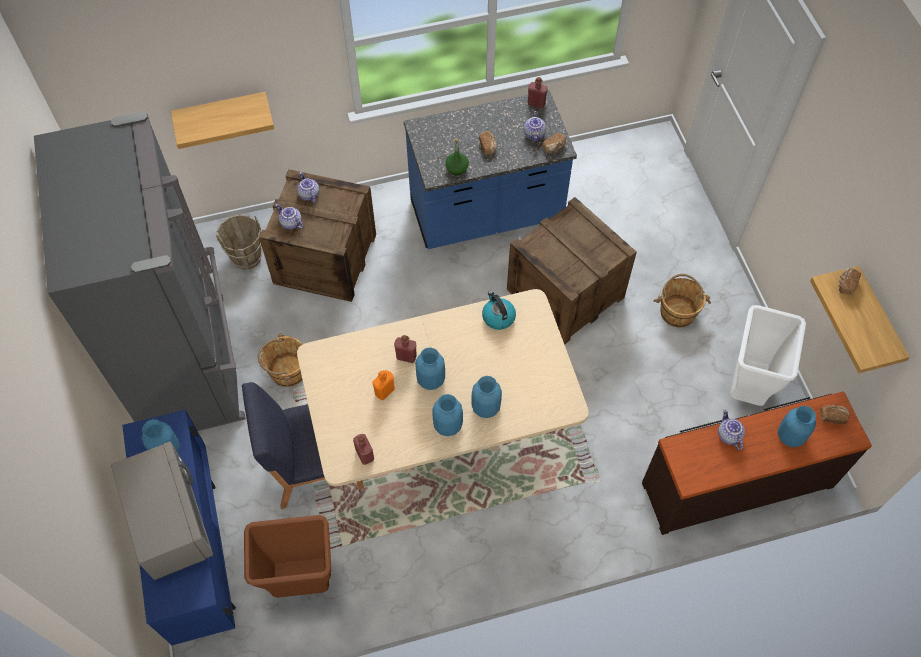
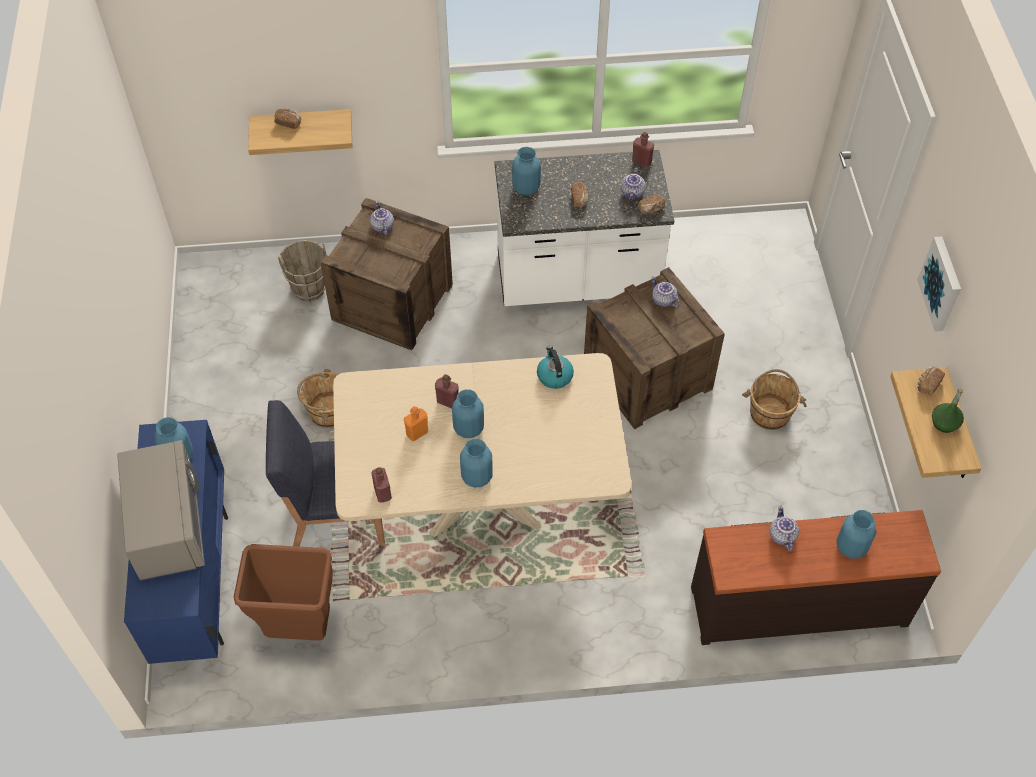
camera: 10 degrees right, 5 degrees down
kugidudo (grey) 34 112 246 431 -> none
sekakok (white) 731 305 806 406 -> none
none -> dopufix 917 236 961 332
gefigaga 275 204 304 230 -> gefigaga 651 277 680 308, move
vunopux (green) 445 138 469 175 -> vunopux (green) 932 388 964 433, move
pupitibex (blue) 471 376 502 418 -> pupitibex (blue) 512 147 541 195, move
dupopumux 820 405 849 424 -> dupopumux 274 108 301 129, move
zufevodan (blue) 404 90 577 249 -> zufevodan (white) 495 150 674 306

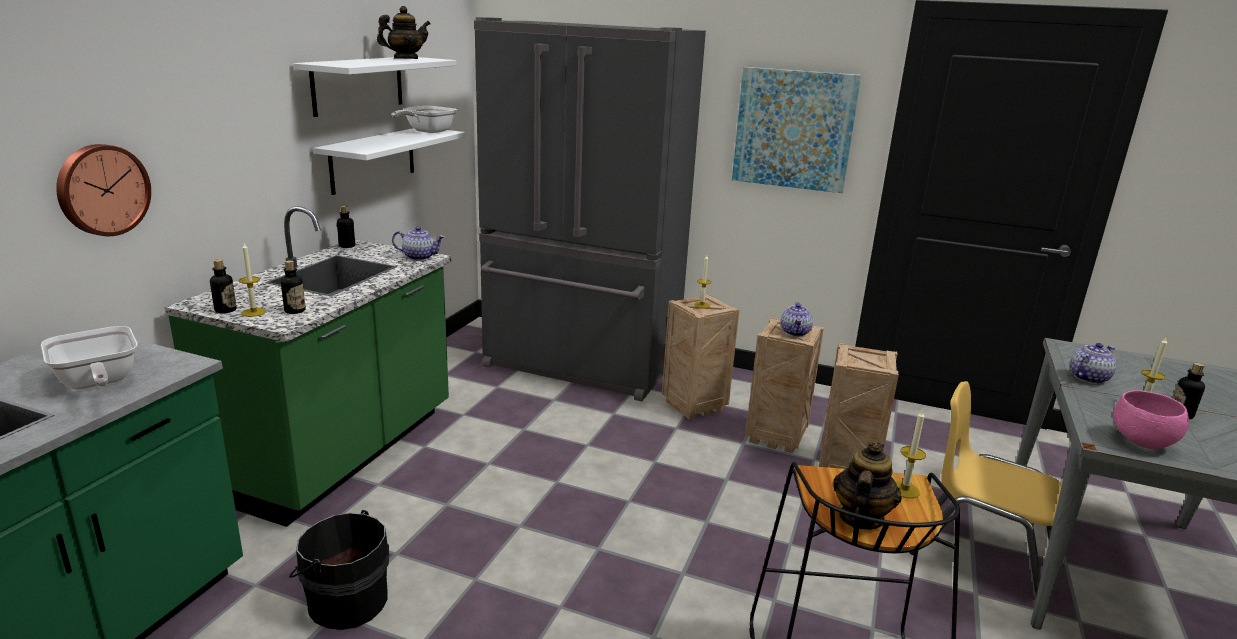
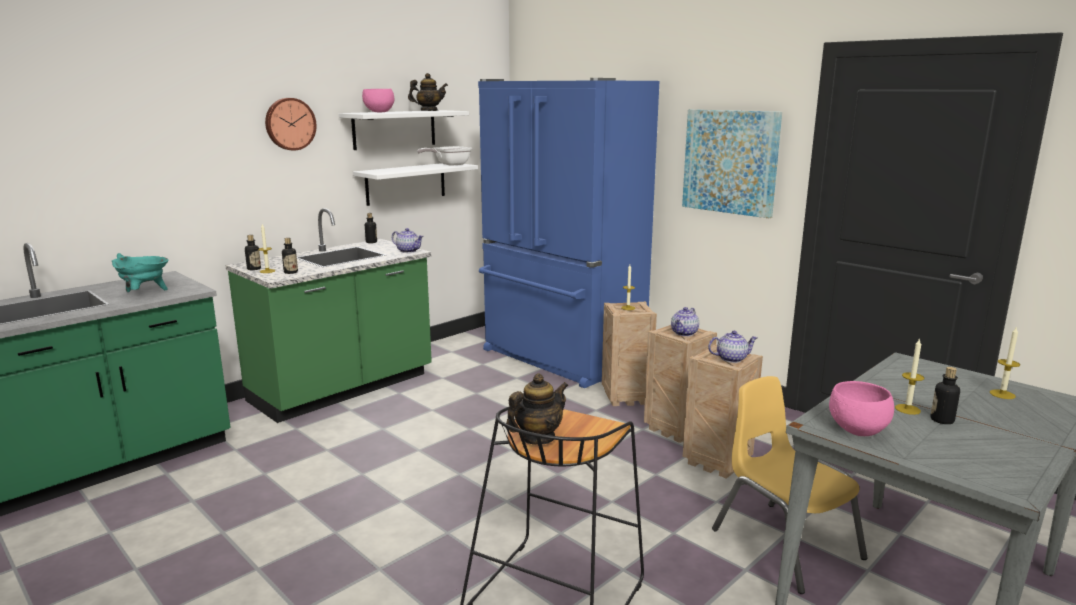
camera: 25 degrees right, 5 degrees down
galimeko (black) 289 510 389 630 -> none
none -> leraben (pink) 362 89 394 113
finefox 56 144 151 236 -> finefox 265 98 317 151, move
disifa 896 409 926 498 -> disifa 990 326 1020 399, move
gefigaga 1070 343 1116 384 -> gefigaga 708 331 758 363, move
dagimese 41 326 138 389 -> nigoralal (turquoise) 112 253 169 292
kugidudo (grey) 474 17 706 401 -> kugidudo (blue) 478 78 659 388

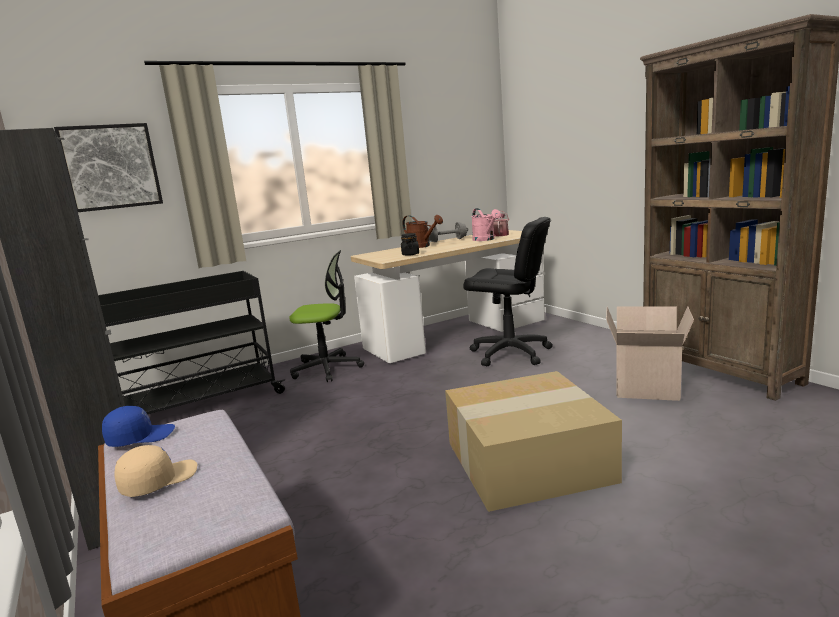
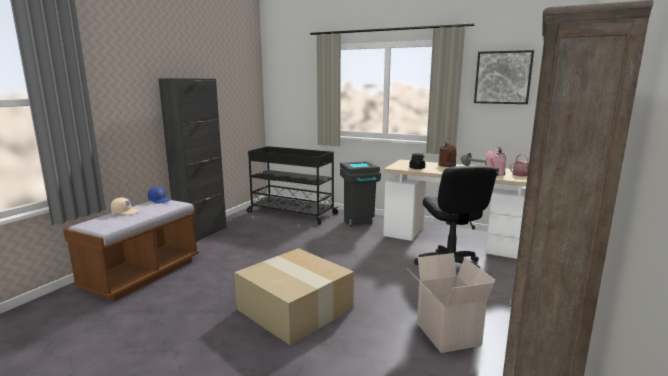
camera: 55 degrees right, 0 degrees up
dopufix 54 123 163 212 -> dopufix 474 50 534 104, move
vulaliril 289 250 364 382 -> sekakok (grey) 340 161 381 226

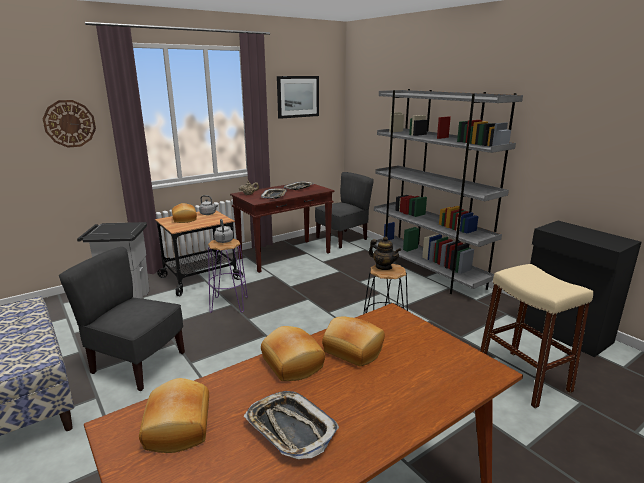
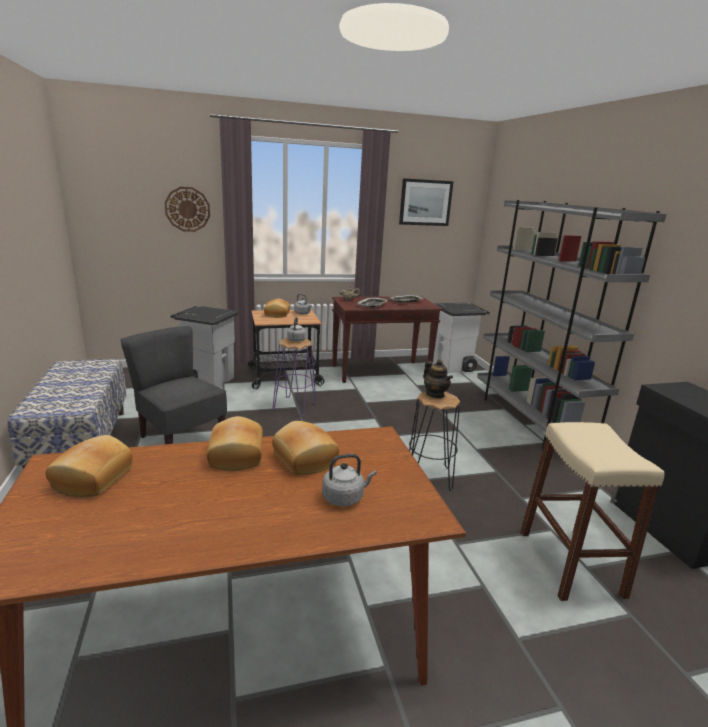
camera: 20 degrees right, 0 degrees up
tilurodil 244 391 339 459 -> none
none -> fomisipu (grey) 322 454 376 507
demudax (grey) 315 172 374 249 -> sekakok (white) 433 303 490 373

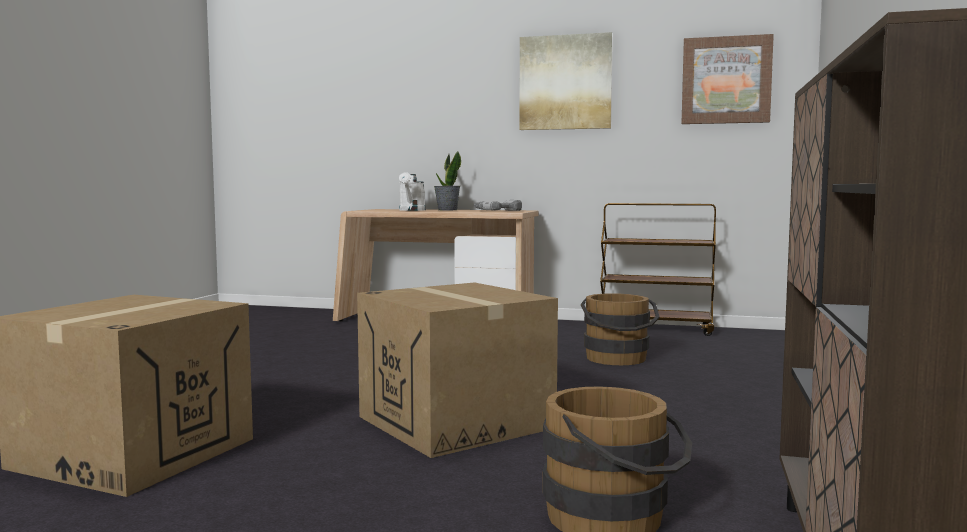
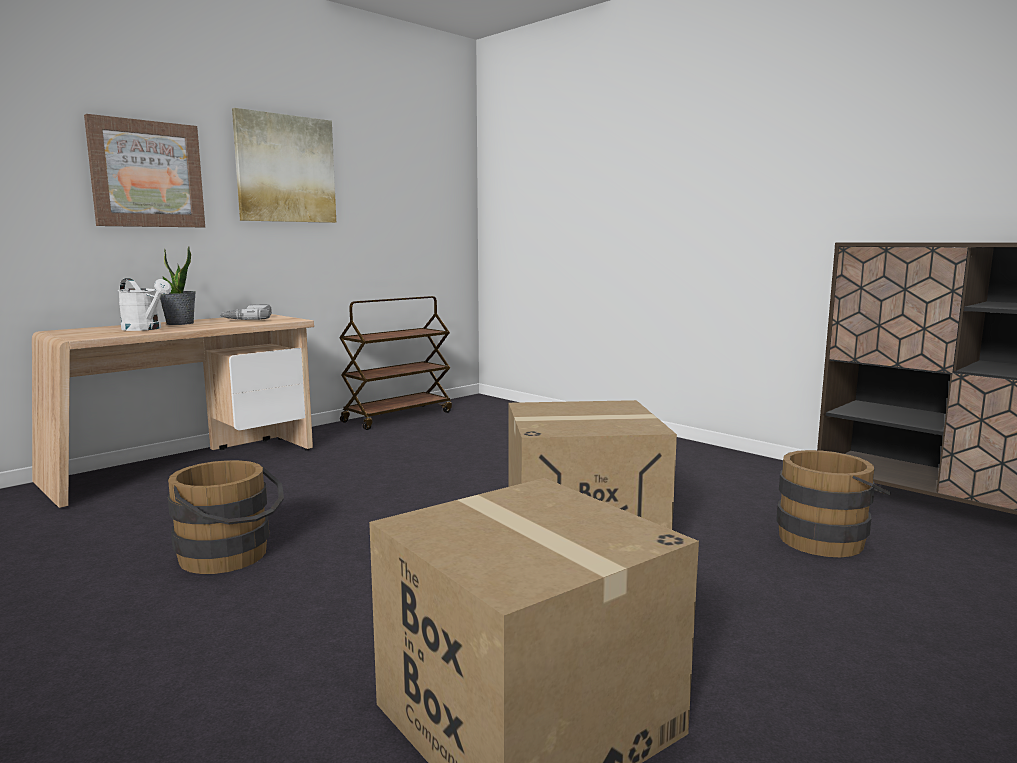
camera: 60 degrees left, 5 degrees up
galimeko (brown) 581 293 660 365 -> galimeko (brown) 168 460 284 574, move
dopufix 681 34 774 124 -> dopufix 84 114 205 227, move

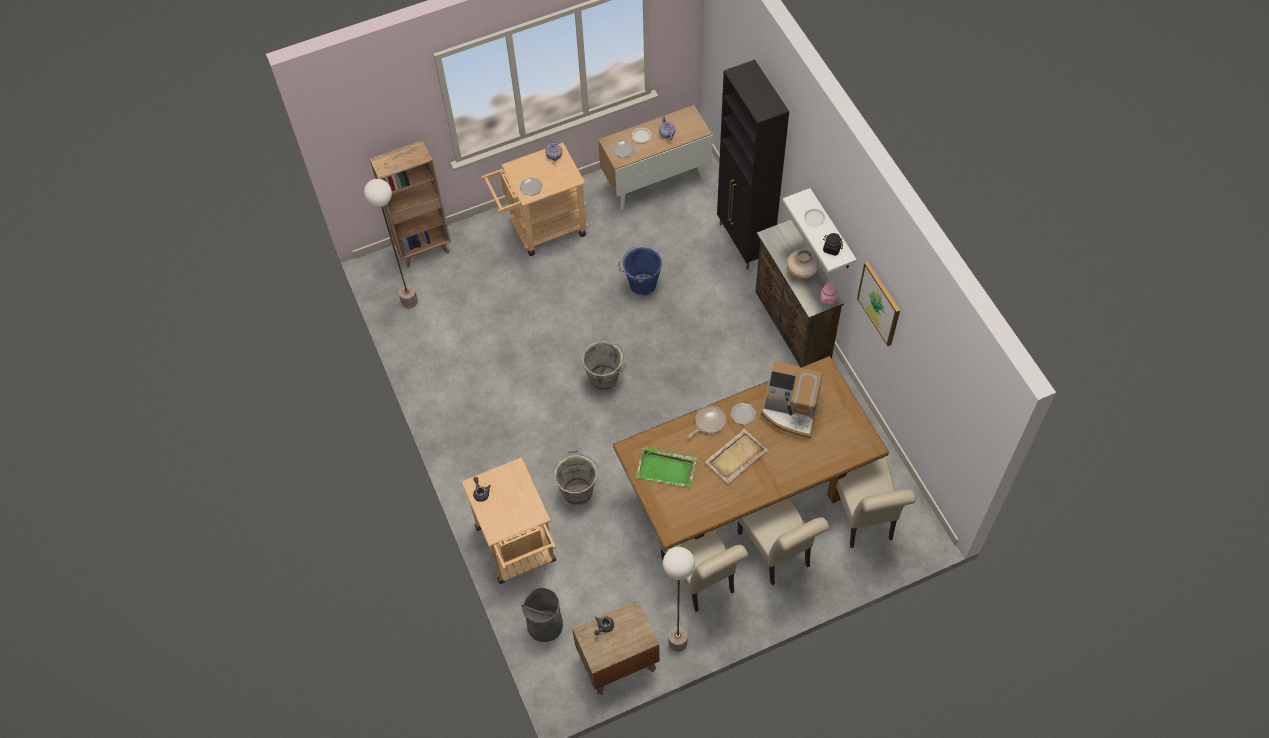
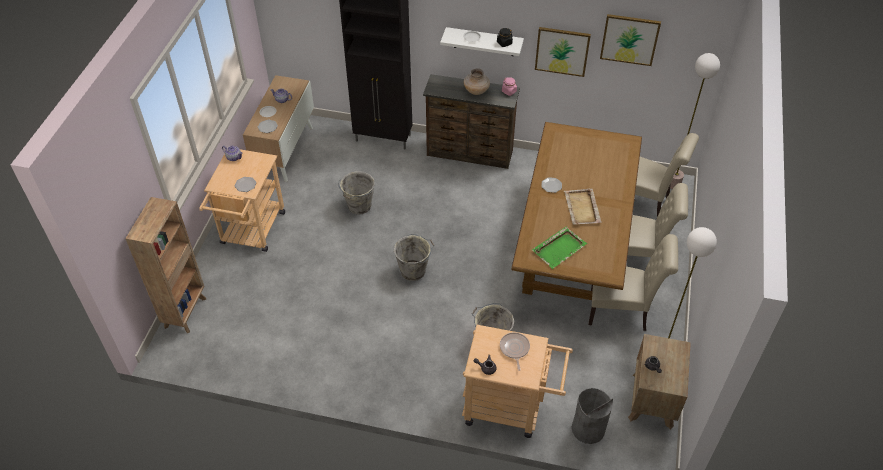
camera: 55 degrees left, 10 degrees down
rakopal 761 361 823 439 -> none
none -> dopufix 600 14 661 66
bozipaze 364 179 418 308 -> bozipaze 670 53 720 189, move
dagimese 688 406 726 438 -> dagimese 500 332 530 371, move
galimeko (blue) 618 247 662 295 -> galimeko (grey) 338 171 375 215

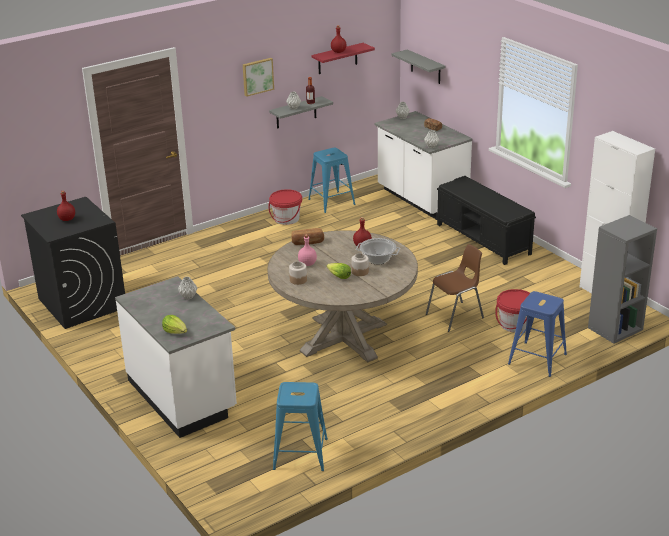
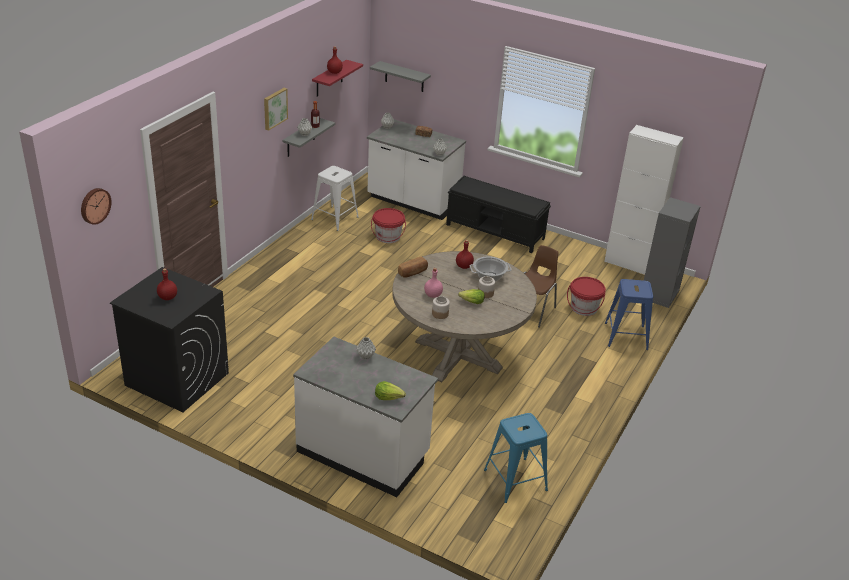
camera: 30 degrees left, 5 degrees up
none -> finefox 81 188 112 225
galimeko (red) 268 189 302 225 -> galimeko (red) 371 208 406 243, move
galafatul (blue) 308 148 355 213 -> galafatul (white) 311 166 359 231

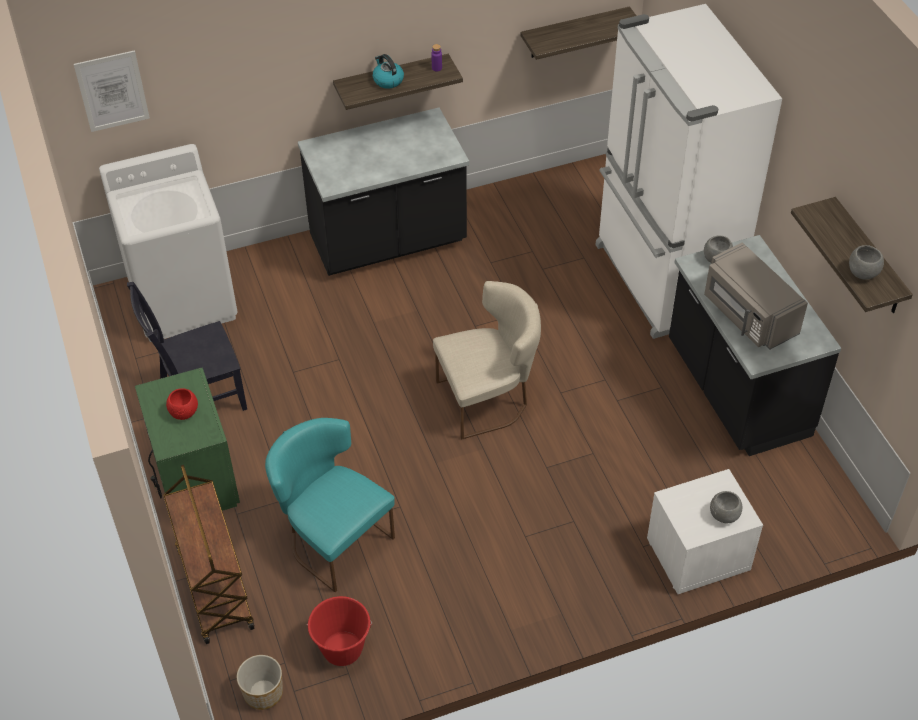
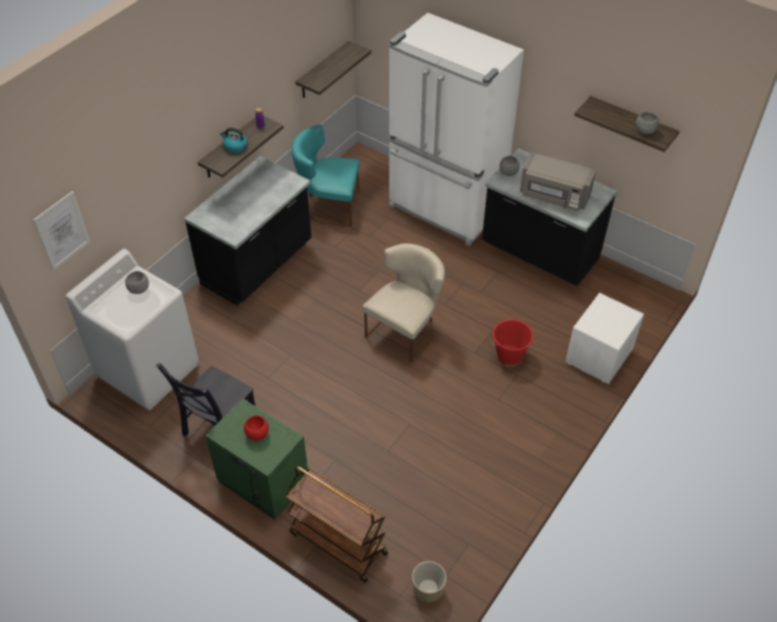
camera: 35 degrees left, 0 degrees up
demudax (turquoise) 265 418 395 592 -> demudax (turquoise) 292 125 360 226, move
galimeko (red) 307 596 372 666 -> galimeko (red) 492 319 533 365, move
leraben (grey) 710 491 742 523 -> leraben (grey) 125 271 149 294, move

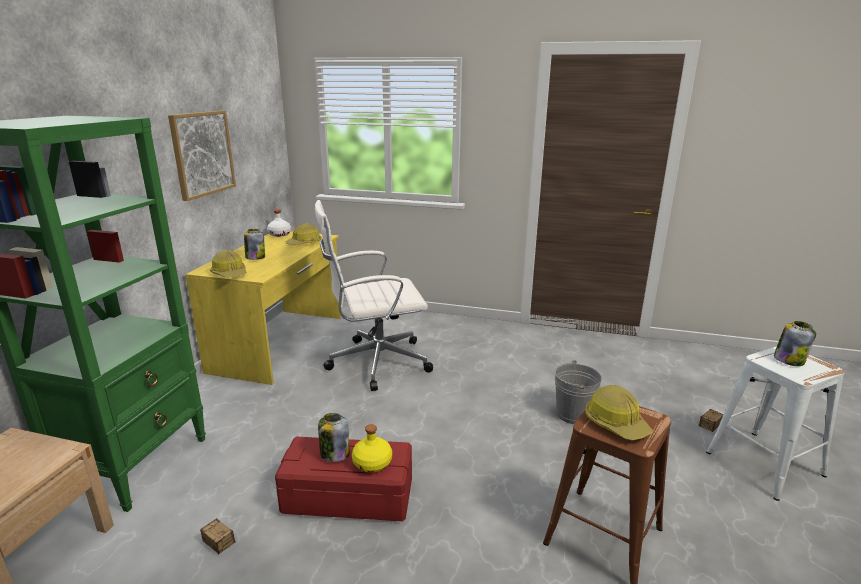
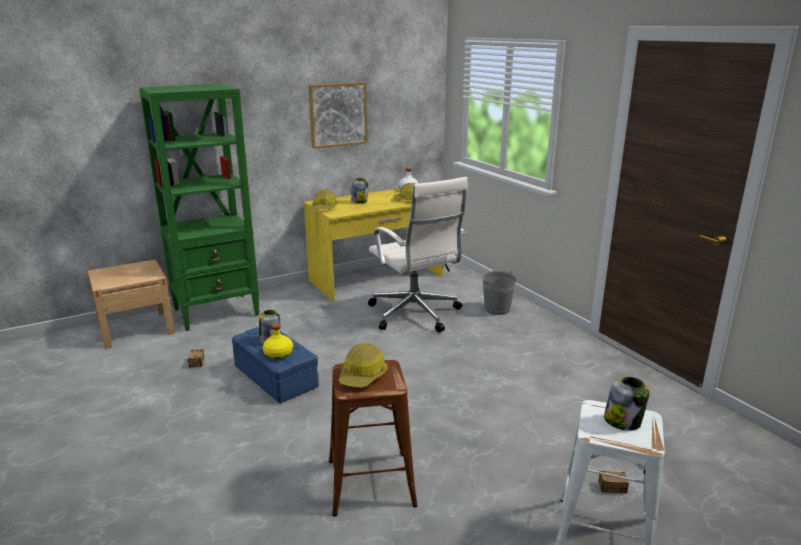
camera: 45 degrees right, 0 degrees up
galimeko (grey) 555 360 602 424 -> galimeko (grey) 482 271 516 315, move
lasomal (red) 275 437 412 521 -> lasomal (blue) 232 327 319 403
vulaliril (white) 315 200 433 391 -> vulaliril (white) 368 177 468 332, 150 degrees counterclockwise

